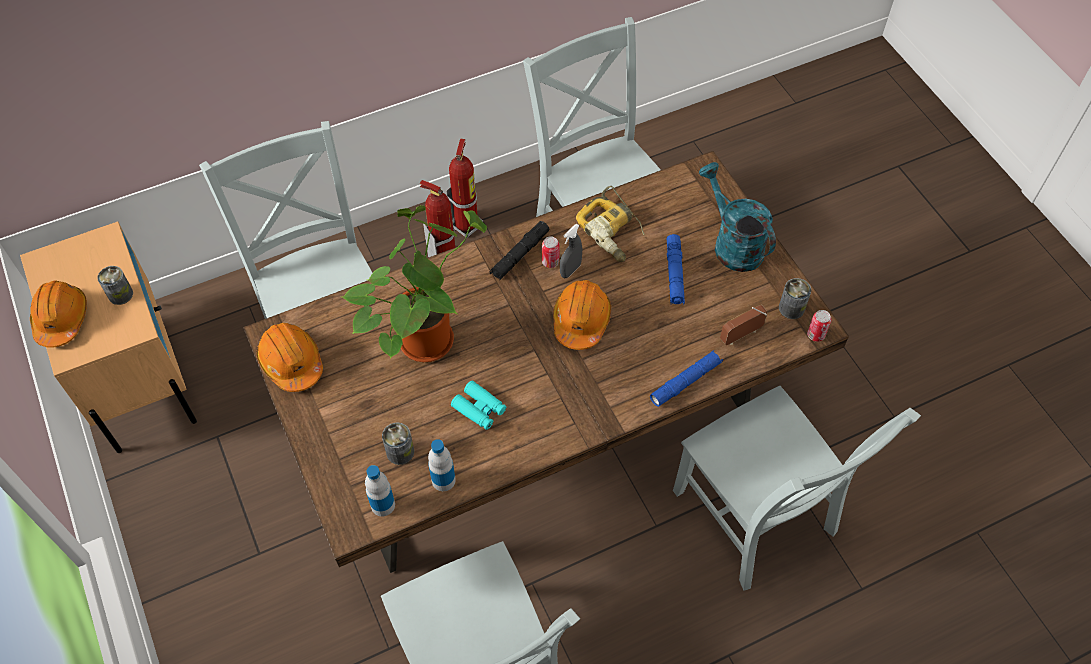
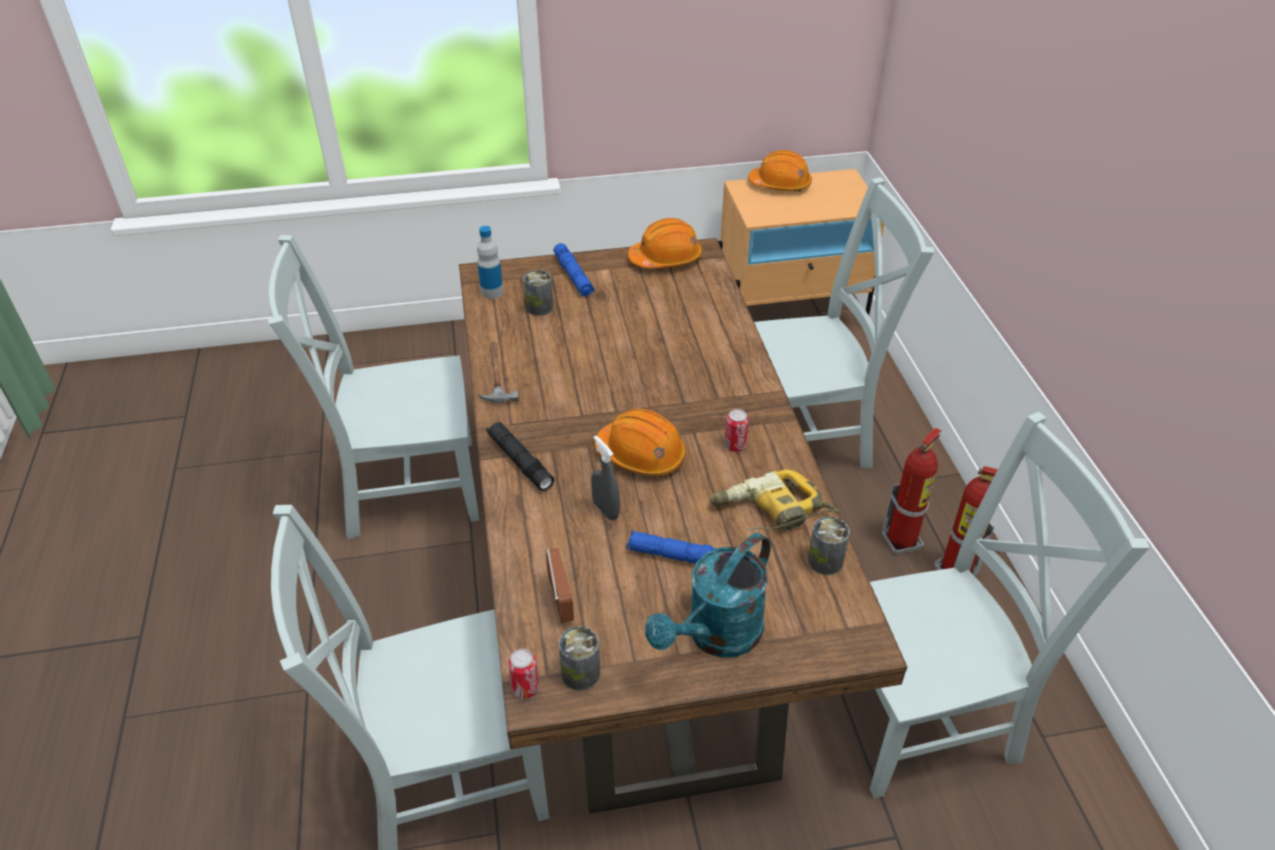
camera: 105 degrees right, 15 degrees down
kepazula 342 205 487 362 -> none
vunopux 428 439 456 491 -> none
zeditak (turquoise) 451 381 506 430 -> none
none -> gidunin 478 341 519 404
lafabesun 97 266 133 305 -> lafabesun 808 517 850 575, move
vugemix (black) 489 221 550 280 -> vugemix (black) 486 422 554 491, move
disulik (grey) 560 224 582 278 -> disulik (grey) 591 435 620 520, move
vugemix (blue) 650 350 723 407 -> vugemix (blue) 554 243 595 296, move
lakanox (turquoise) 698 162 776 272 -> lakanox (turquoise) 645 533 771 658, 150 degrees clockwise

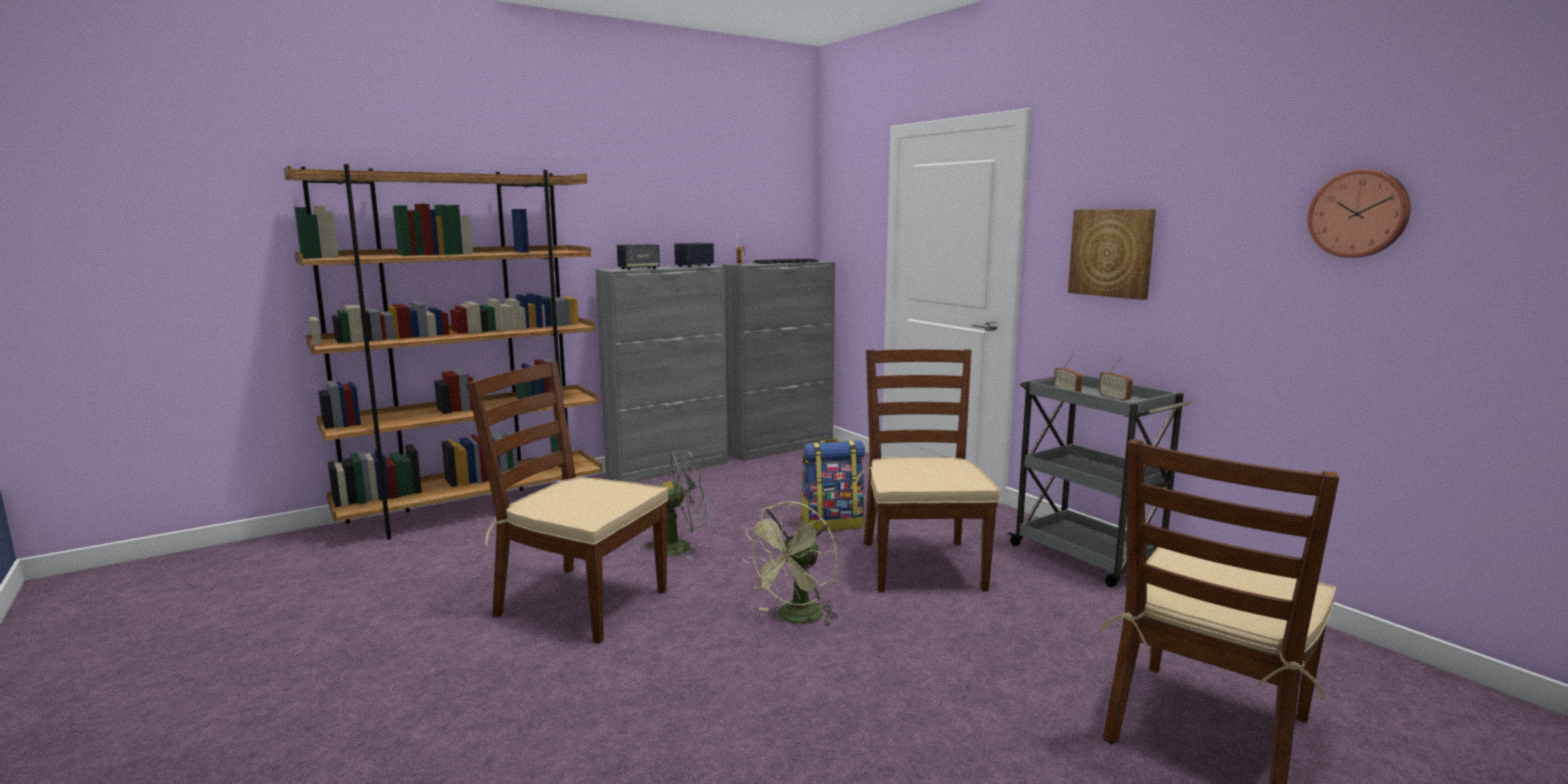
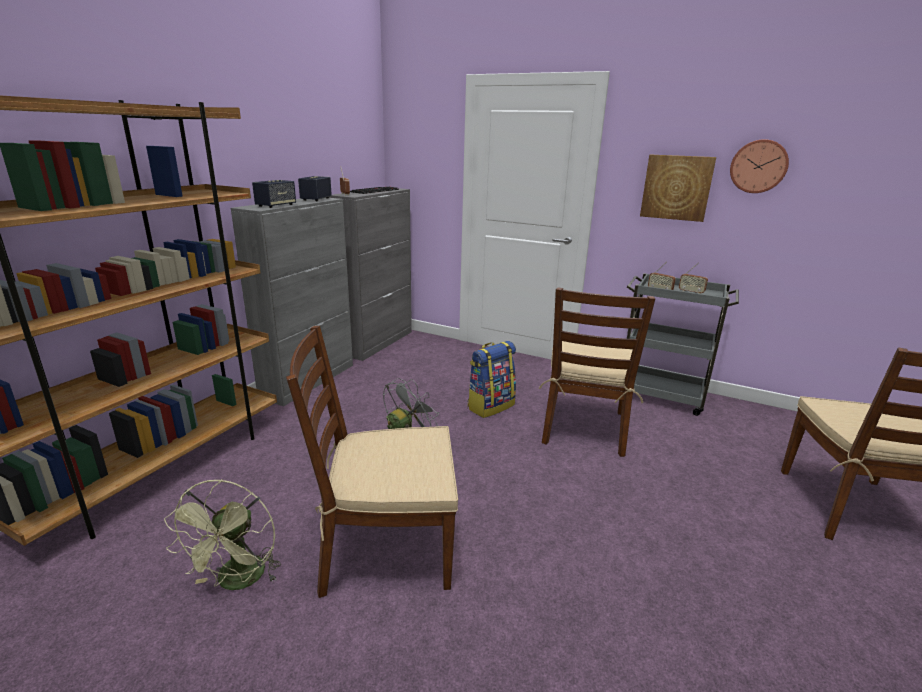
camera: 30 degrees left, 10 degrees up
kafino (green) 742 501 839 627 -> kafino (green) 164 479 281 590, move
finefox 1308 169 1411 258 -> finefox 730 139 789 193, move
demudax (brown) 856 349 1000 592 -> demudax (brown) 539 287 655 457, 135 degrees counterclockwise

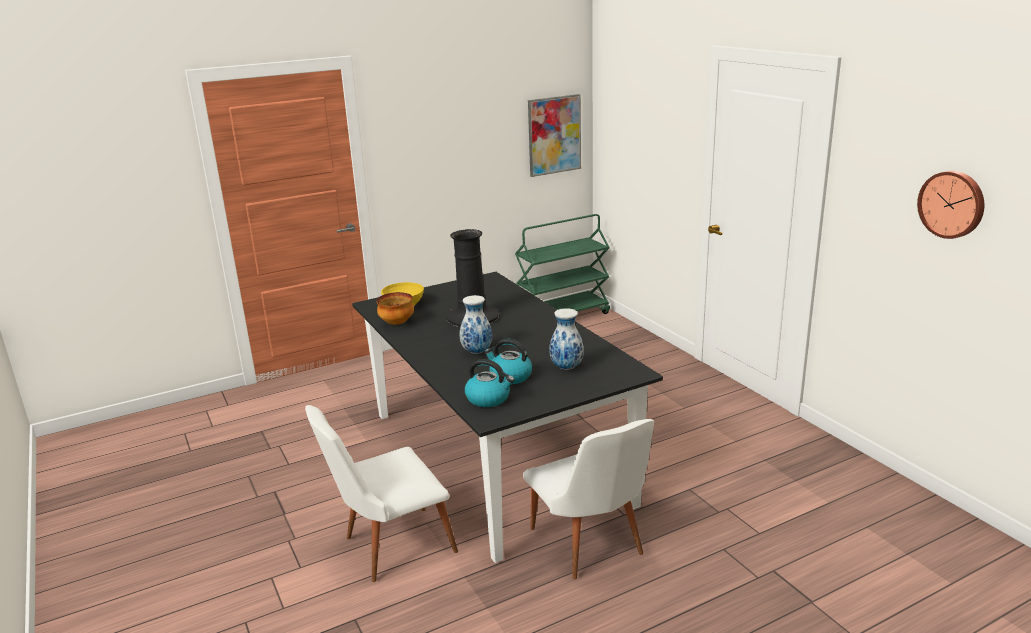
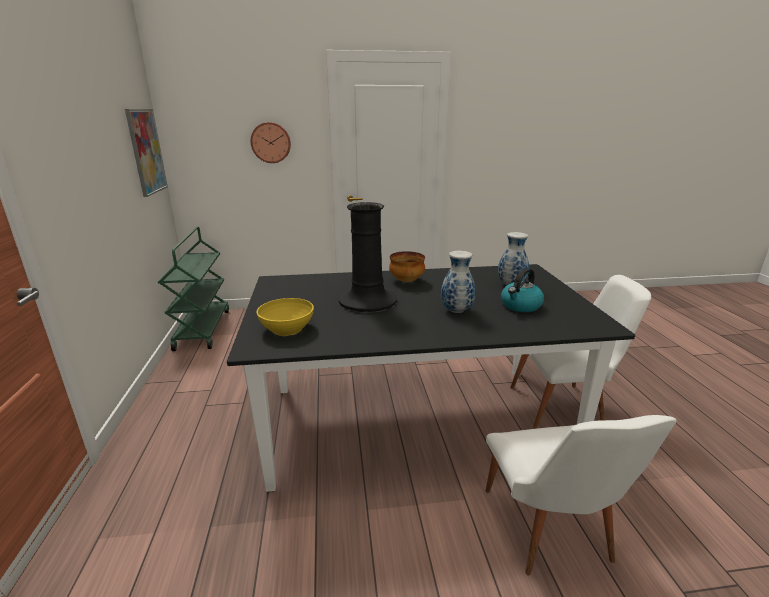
camera: 70 degrees left, 0 degrees up
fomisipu 465 359 515 407 -> none
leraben 376 292 414 325 -> leraben 389 251 425 282, move
finefox 917 171 984 239 -> finefox 251 122 291 163, move

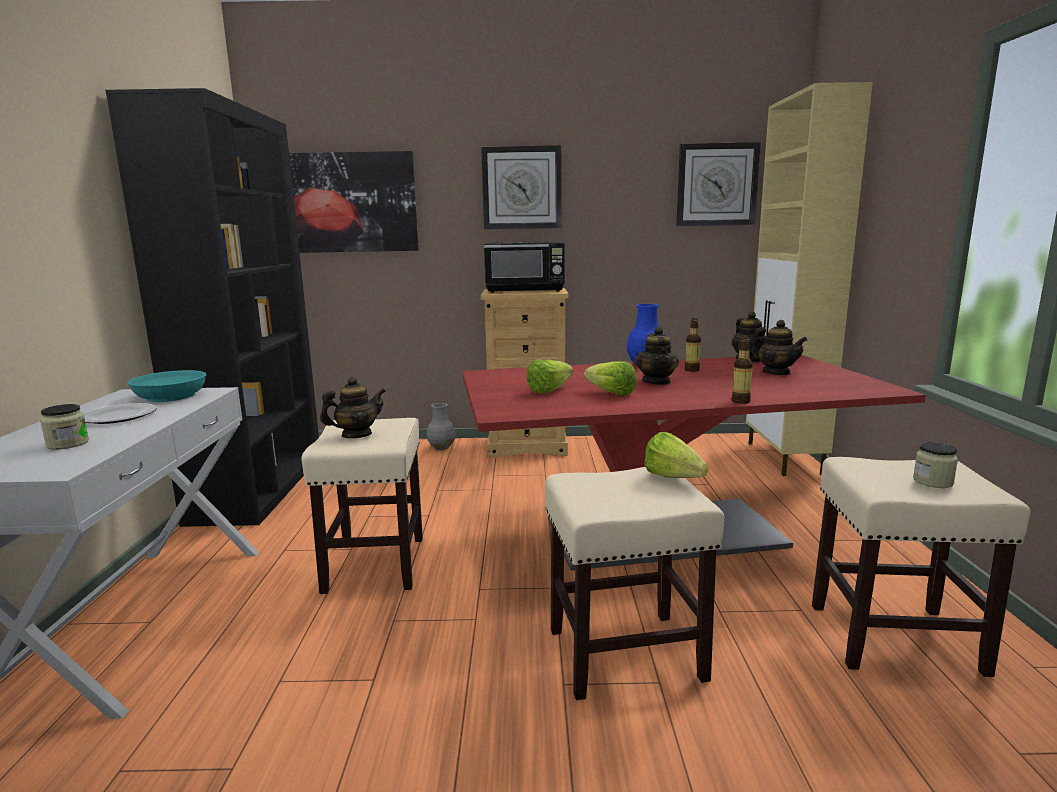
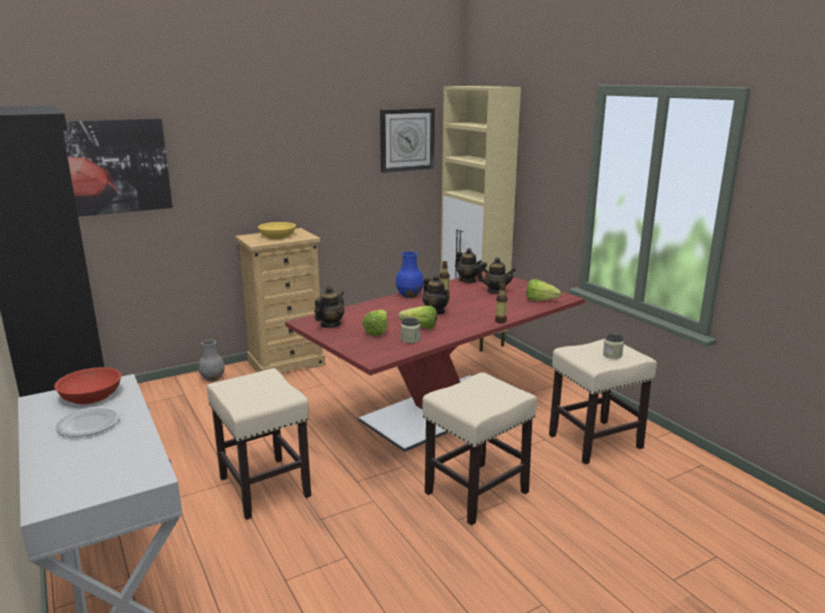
camera: 30 degrees left, 5 degrees up
finefox 481 145 561 229 -> none
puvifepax 40 404 89 450 -> puvifepax 401 318 420 343, move
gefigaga 320 376 386 438 -> gefigaga 314 286 345 328, move
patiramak 644 432 708 478 -> patiramak 526 279 561 301, move
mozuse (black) 484 242 565 293 -> leraben (yellow) 258 222 296 239
leraben (turquoise) 127 370 206 402 -> leraben (red) 54 367 121 404

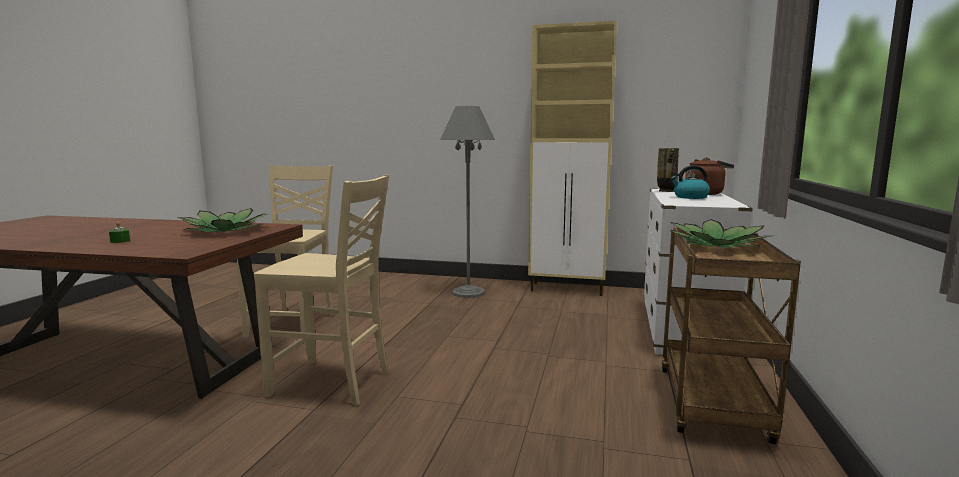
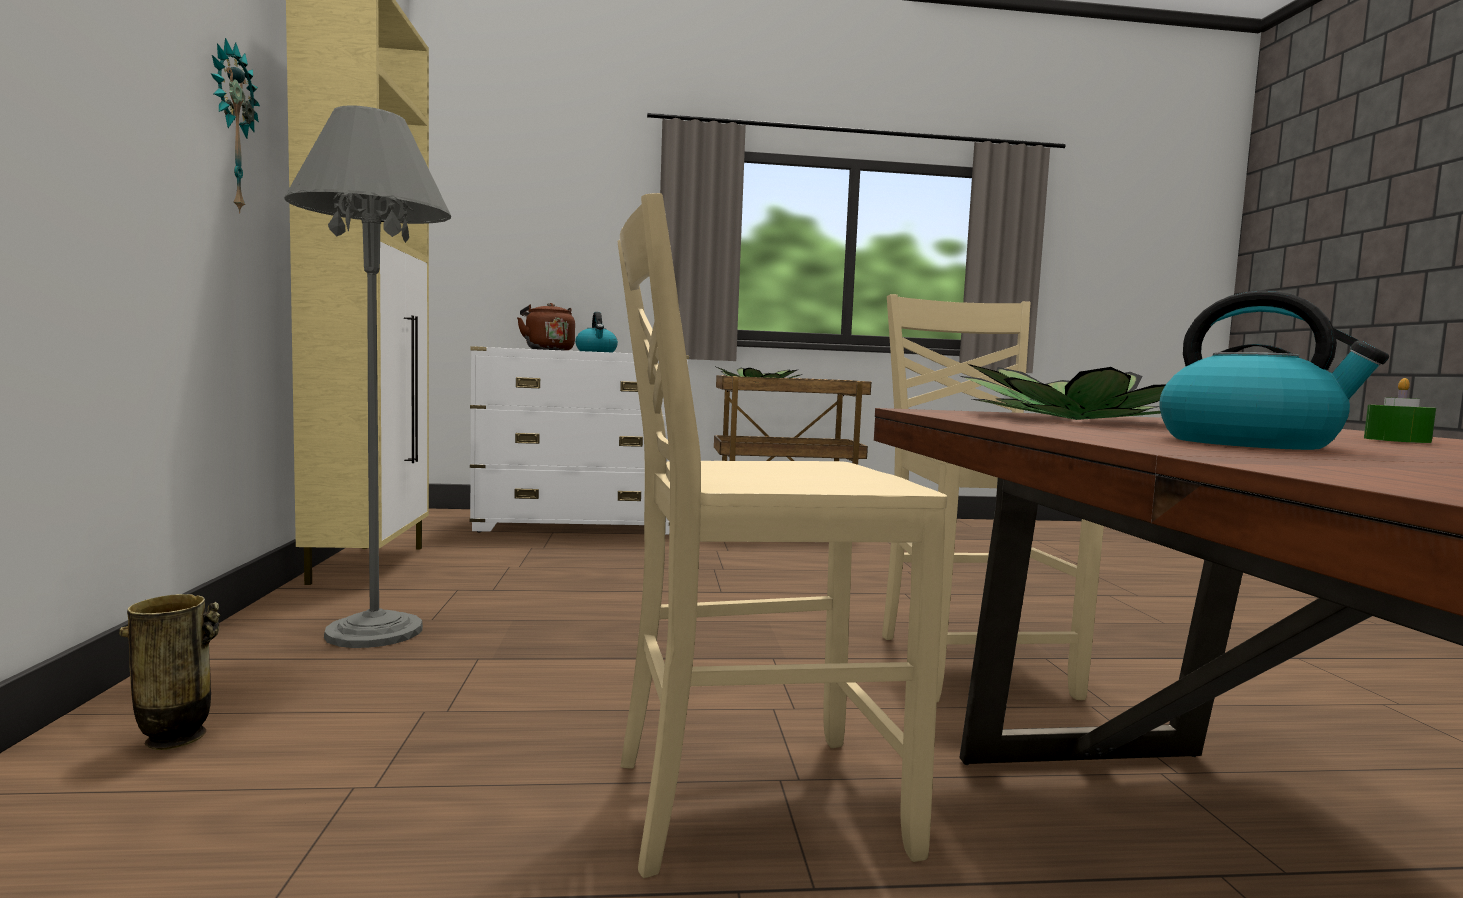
camera: 110 degrees left, 5 degrees down
none -> finefox 211 38 260 214
none -> fomisipu 1159 290 1389 450
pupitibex 657 148 679 192 -> pupitibex 119 594 220 750, move

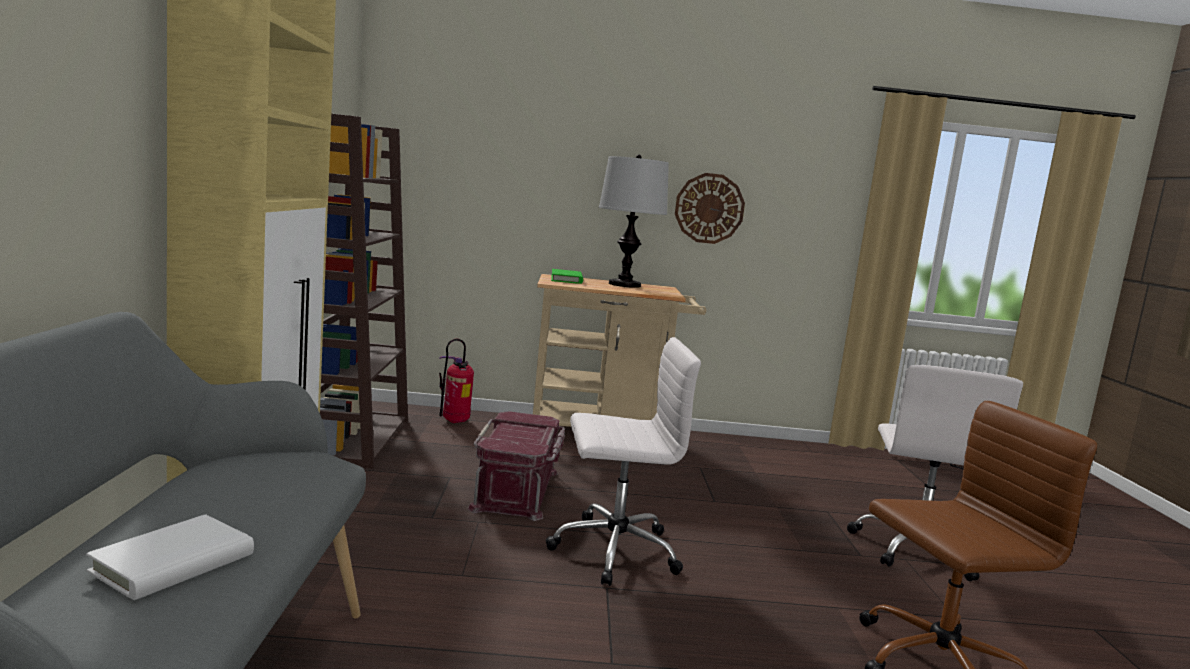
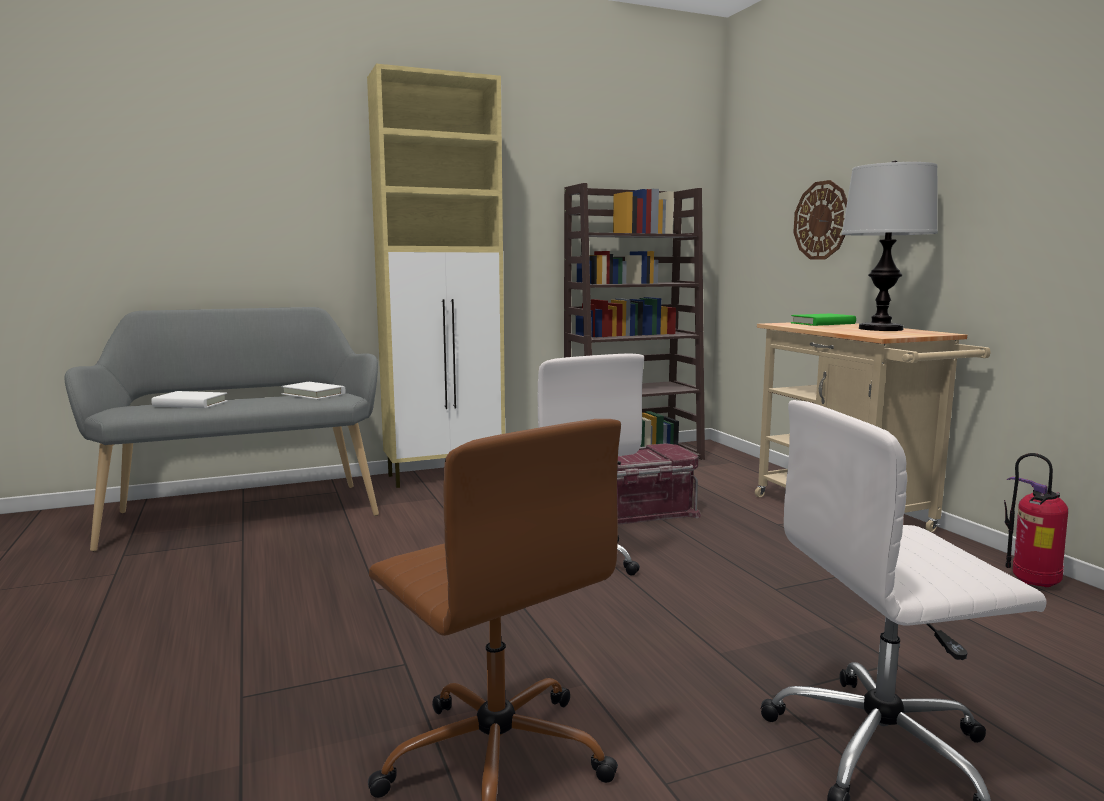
camera: 70 degrees right, 0 degrees up
none -> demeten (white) 281 382 346 400
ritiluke 439 339 474 423 -> ritiluke 1004 453 1068 587, move
finefox 675 173 745 244 -> finefox 793 180 847 260, move

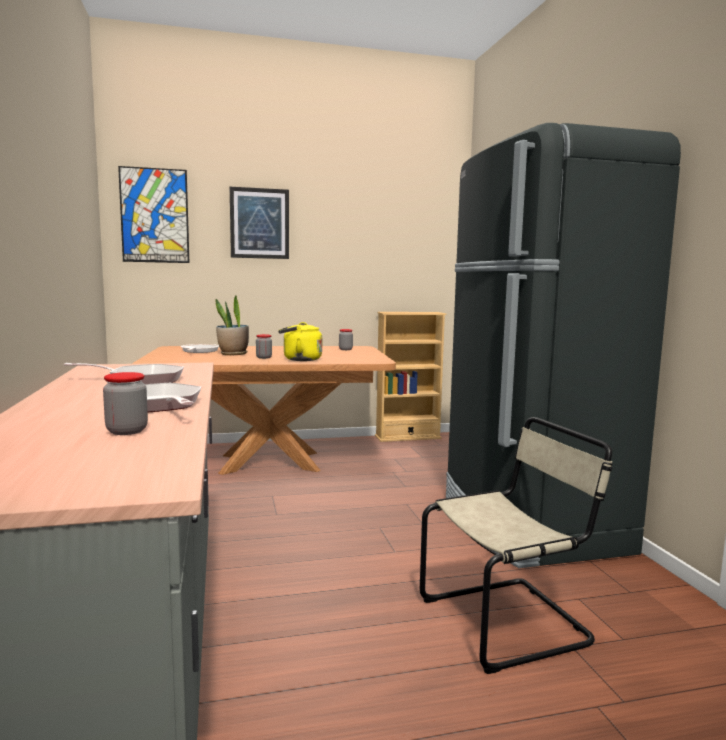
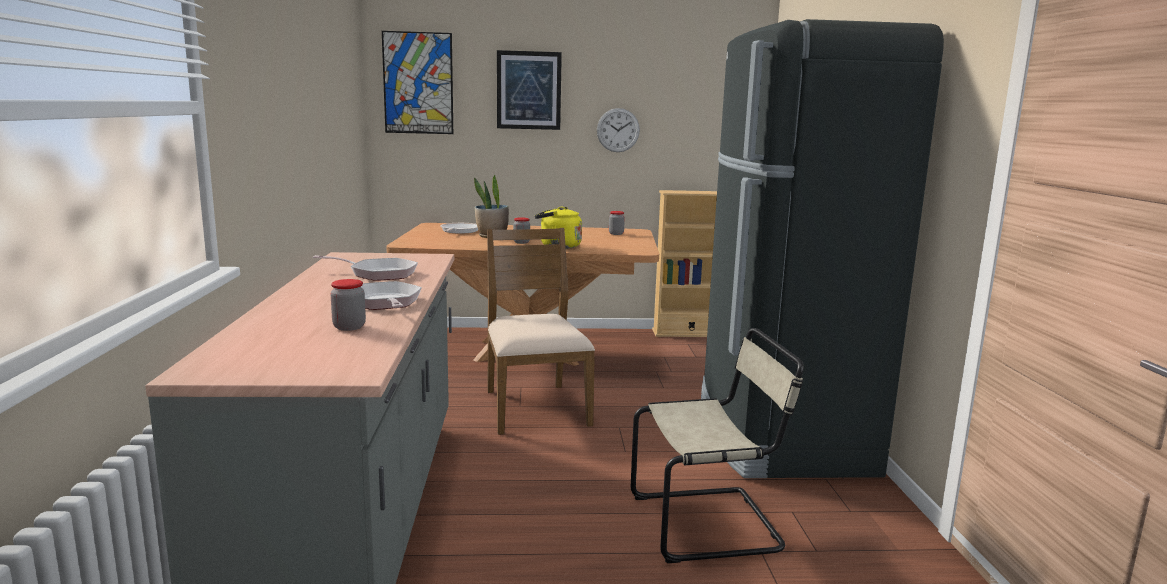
camera: 10 degrees right, 5 degrees up
none -> demudax (brown) 487 228 595 435
none -> finefox 597 108 640 152

